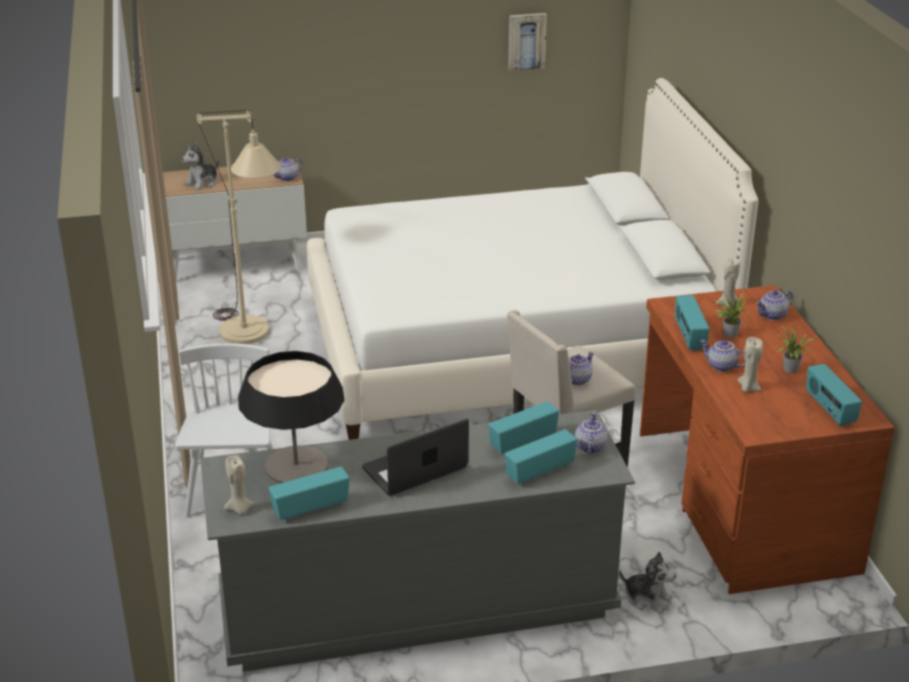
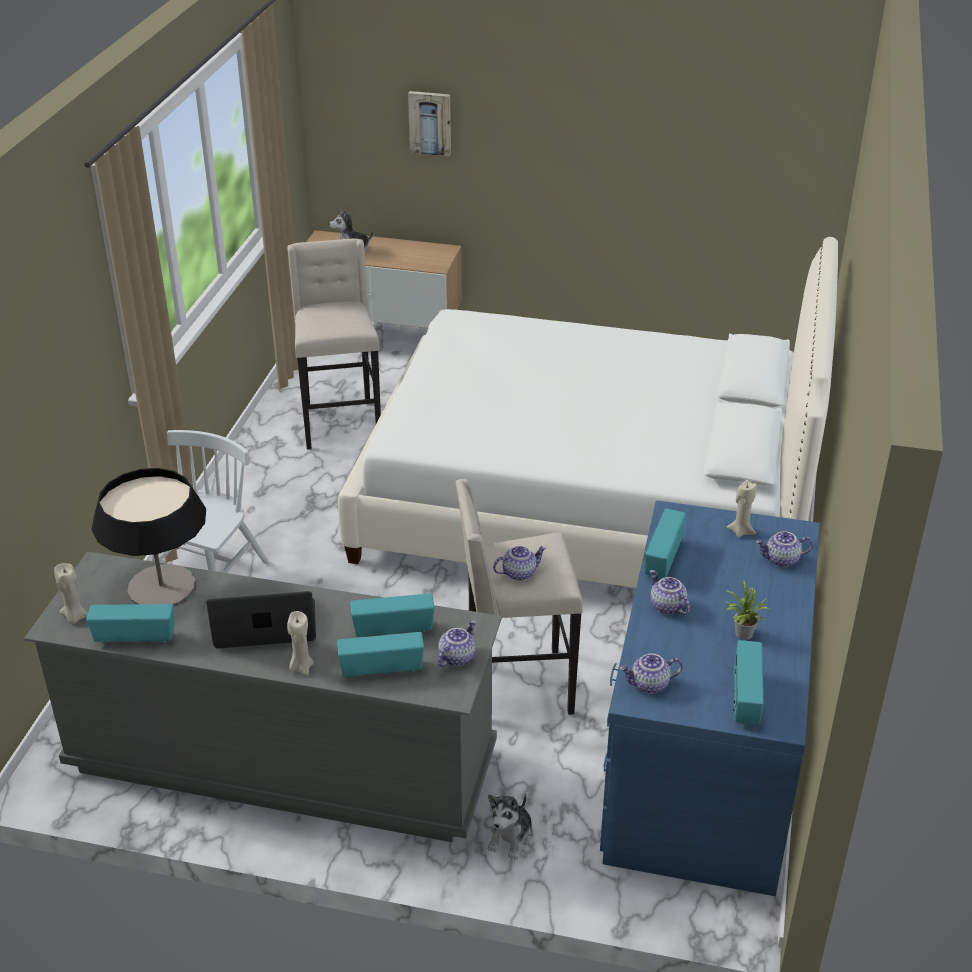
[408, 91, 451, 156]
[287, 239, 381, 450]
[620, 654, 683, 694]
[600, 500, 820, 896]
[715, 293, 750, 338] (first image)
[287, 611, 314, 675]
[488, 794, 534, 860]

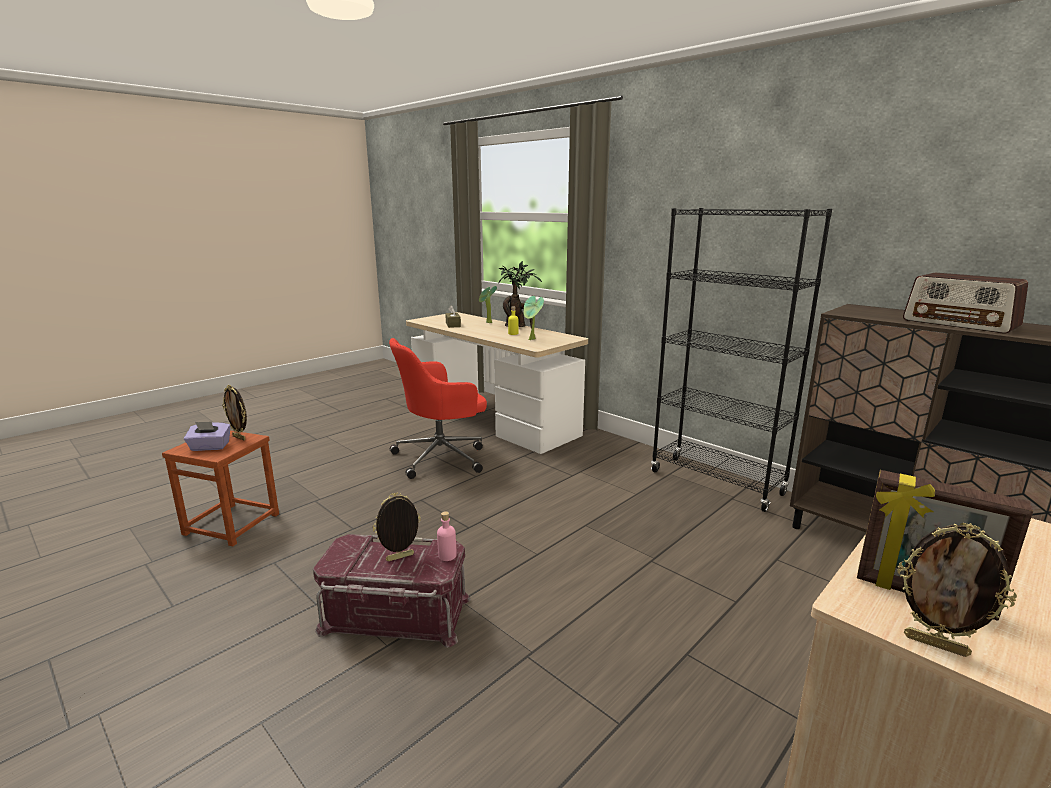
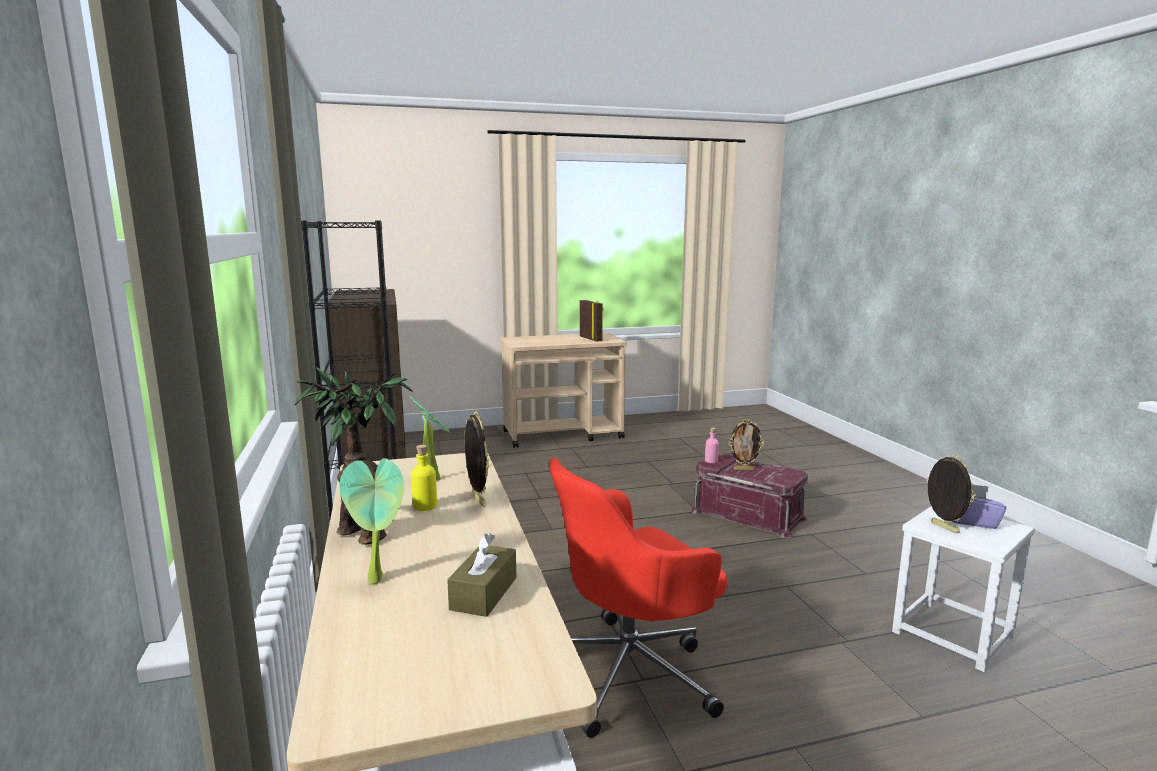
[903, 273, 1028, 334] (first image)
[549, 458, 727, 738]
[892, 506, 1035, 672]
[465, 411, 489, 507]

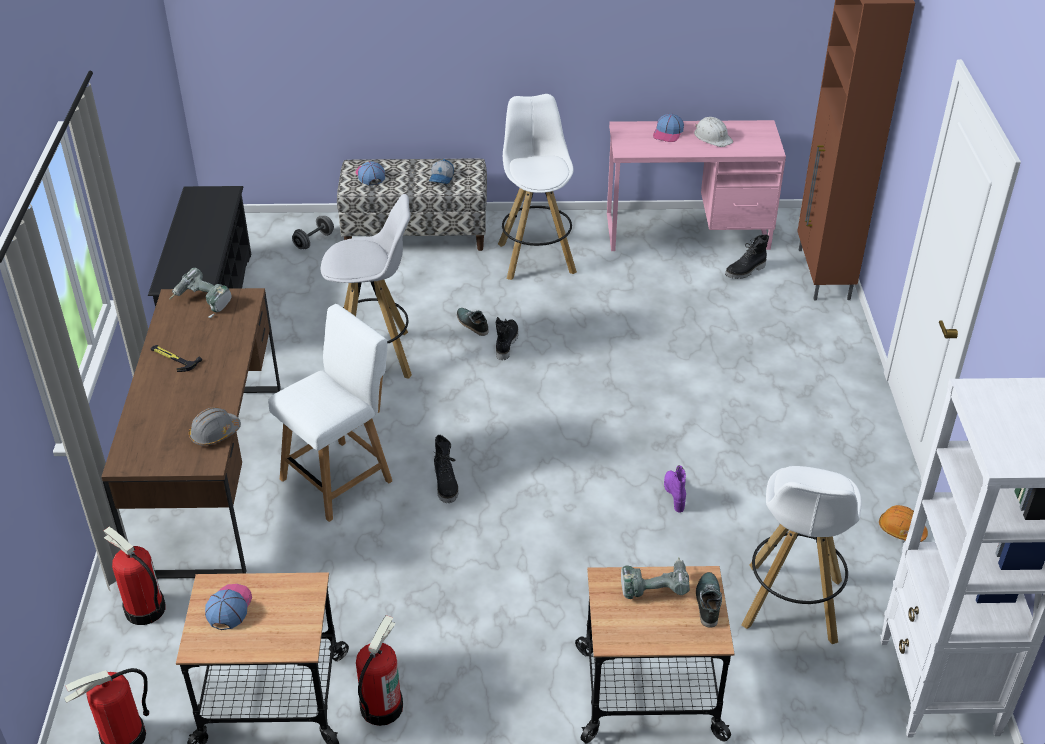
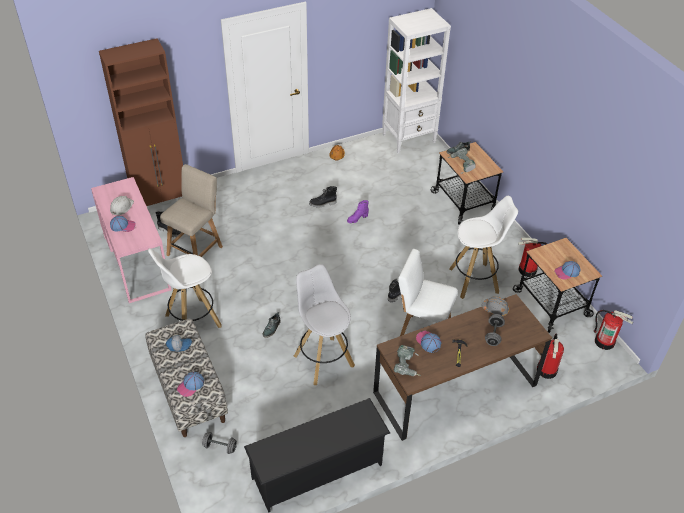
[309, 186, 337, 208]
[449, 196, 518, 299]
[160, 164, 223, 257]
[485, 314, 505, 346]
[416, 331, 441, 353]

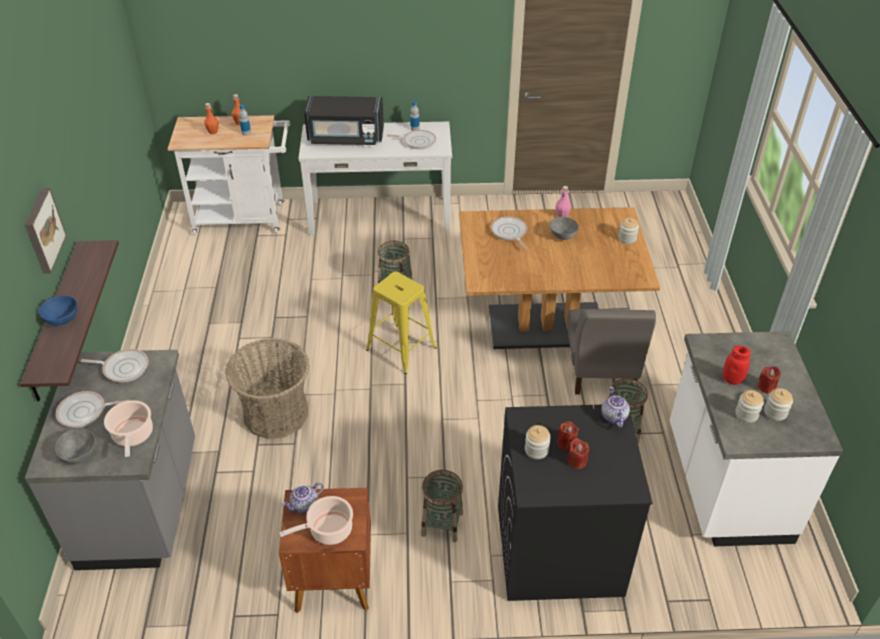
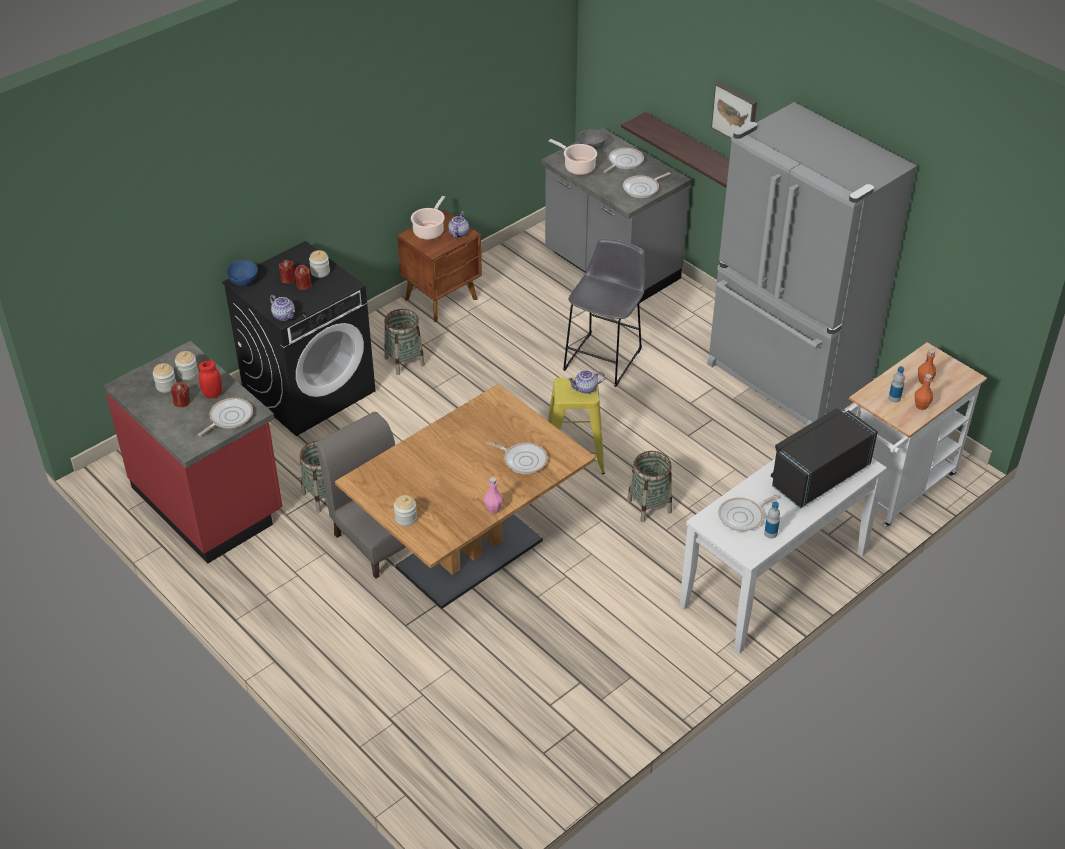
[549, 216, 579, 240] (first image)
[226, 260, 258, 286]
[103, 341, 282, 564]
[563, 238, 646, 387]
[707, 102, 917, 426]
[567, 370, 605, 394]
[198, 398, 253, 436]

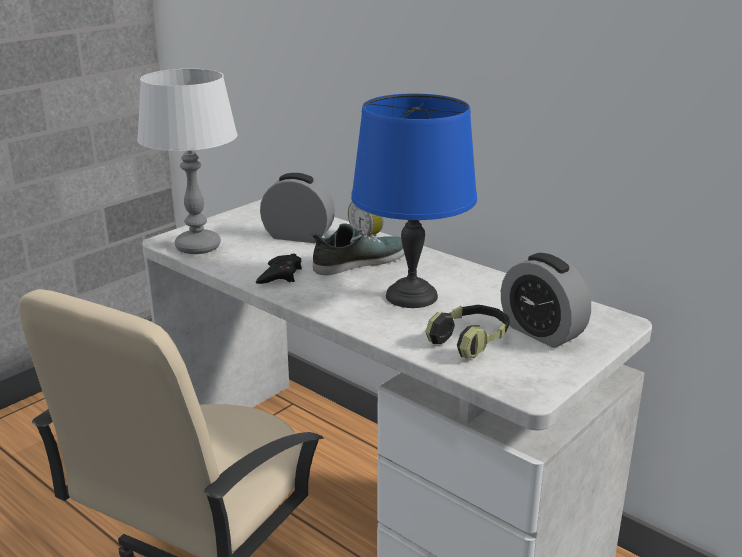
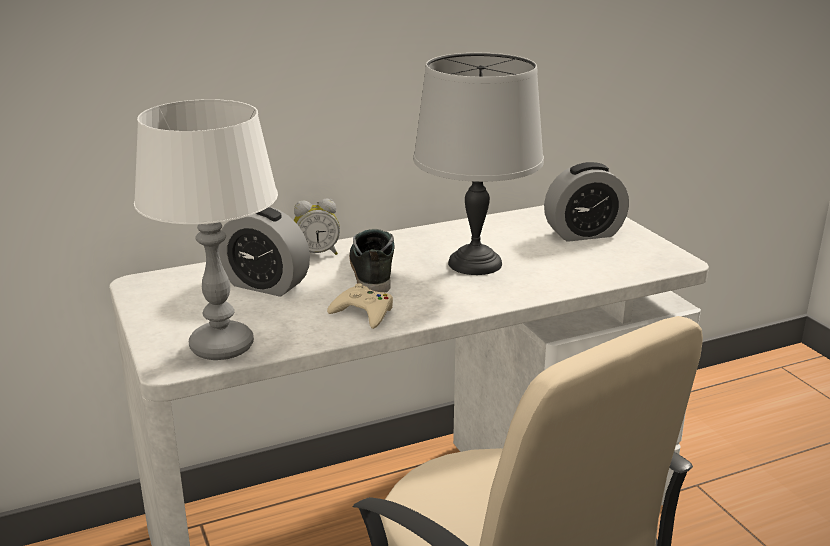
[413, 53, 544, 275]
[219, 207, 310, 297]
[327, 283, 393, 329]
[426, 305, 510, 358] (first image)

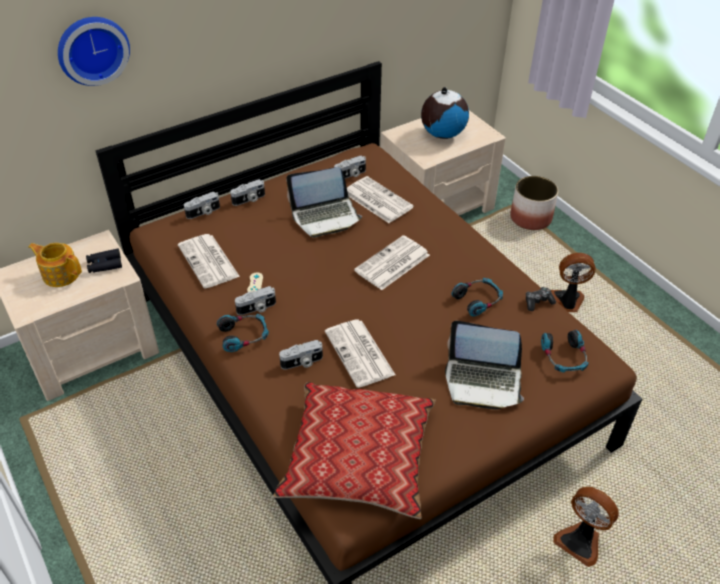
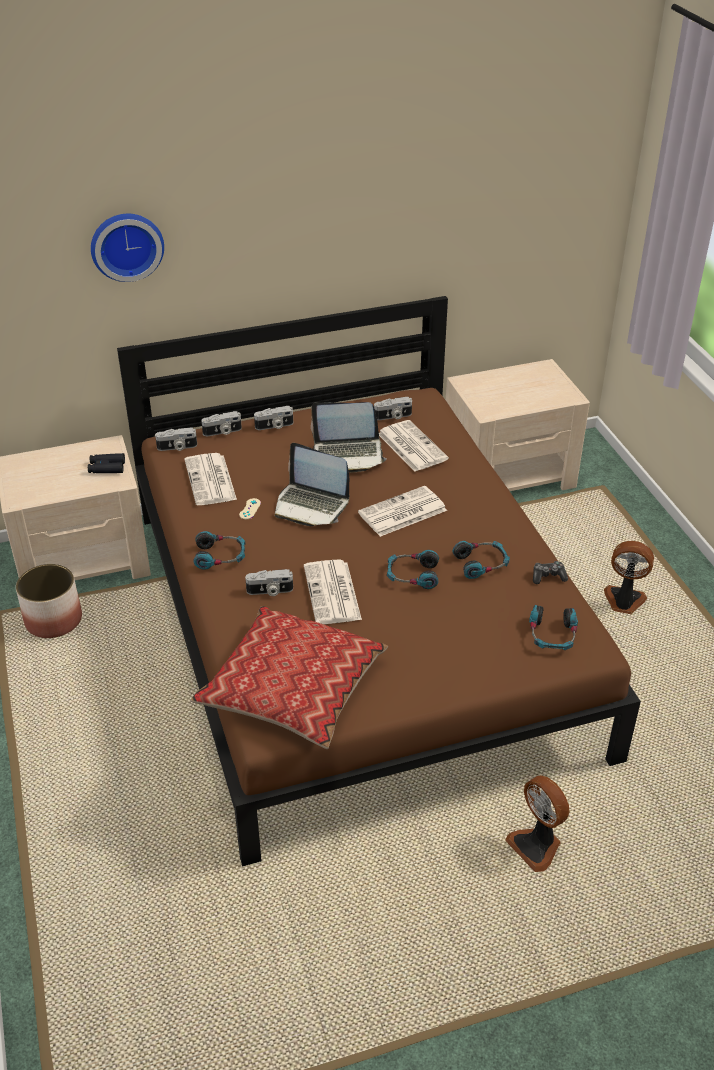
[421, 87, 469, 139] (first image)
[16, 564, 82, 638]
[28, 243, 82, 287] (first image)
[155, 428, 197, 451]
[275, 443, 349, 526]
[387, 550, 439, 589]

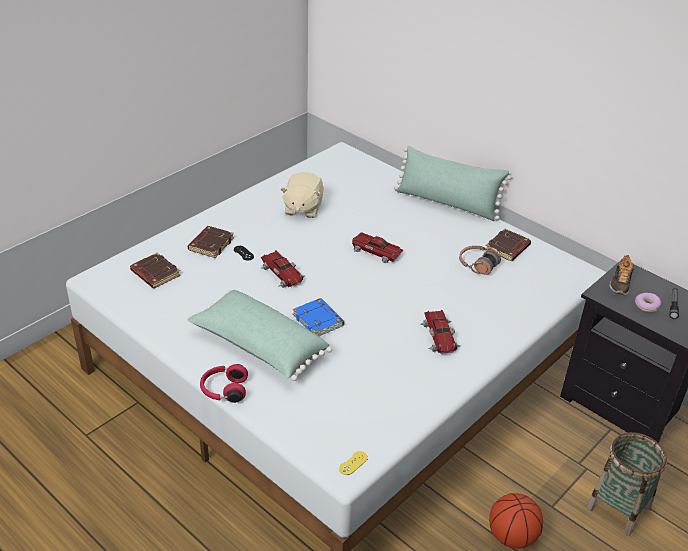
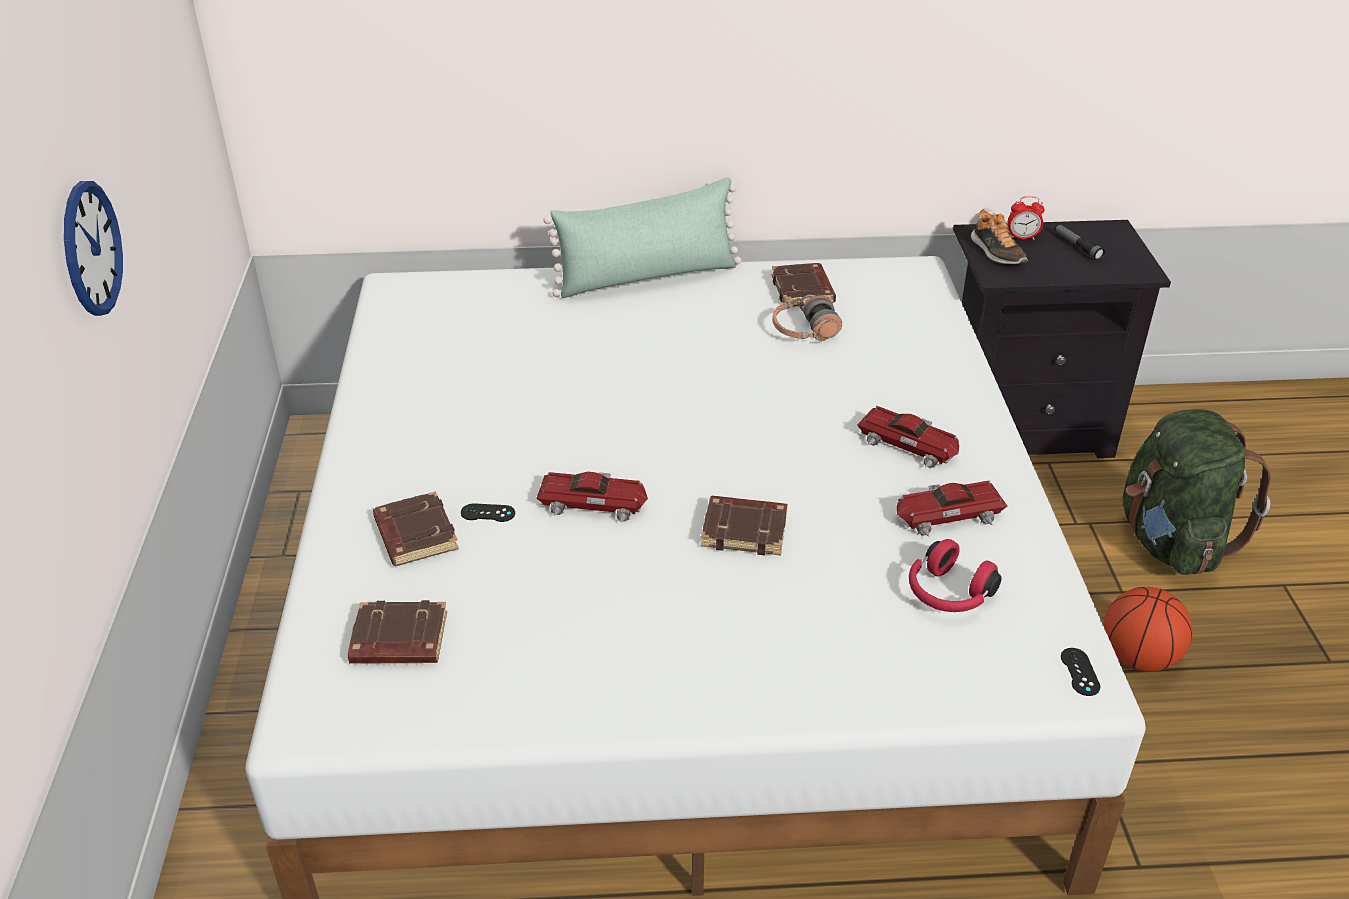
[280, 172, 324, 218] (first image)
[896, 481, 1007, 537]
[188, 290, 332, 381] (first image)
[635, 293, 661, 312] (first image)
[701, 496, 788, 556]
[909, 539, 1002, 612]
[1123, 409, 1271, 575]
[1061, 648, 1100, 696]
[64, 181, 123, 316]
[1008, 196, 1045, 240]

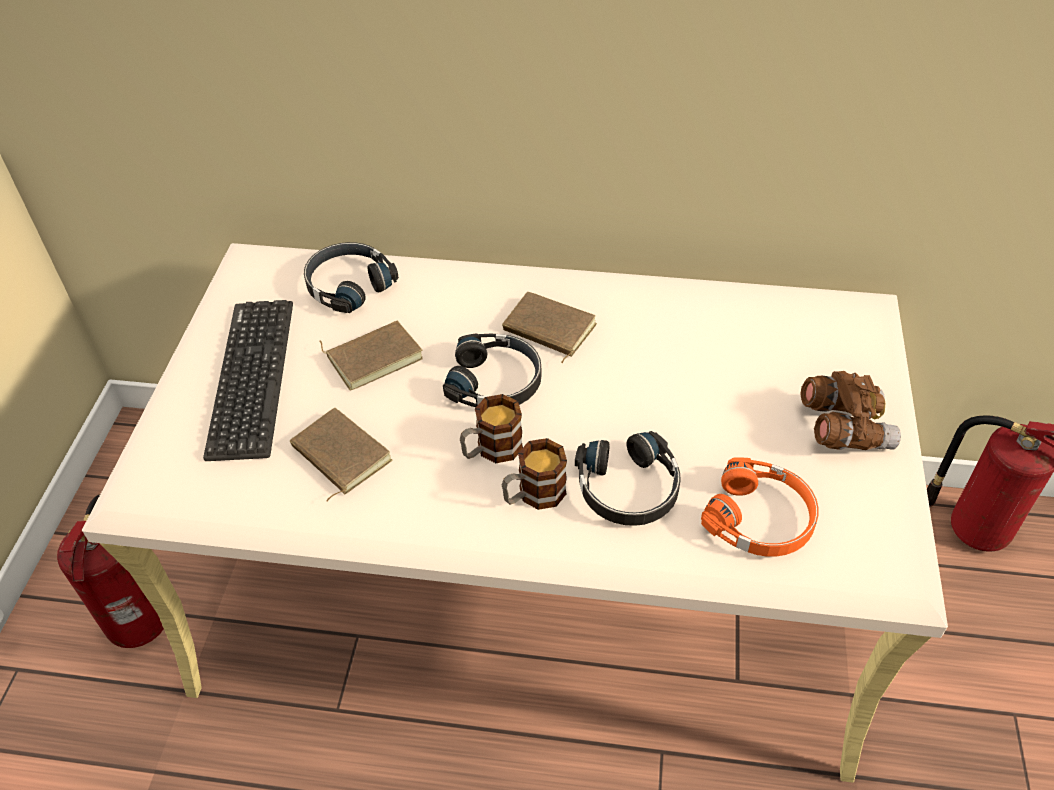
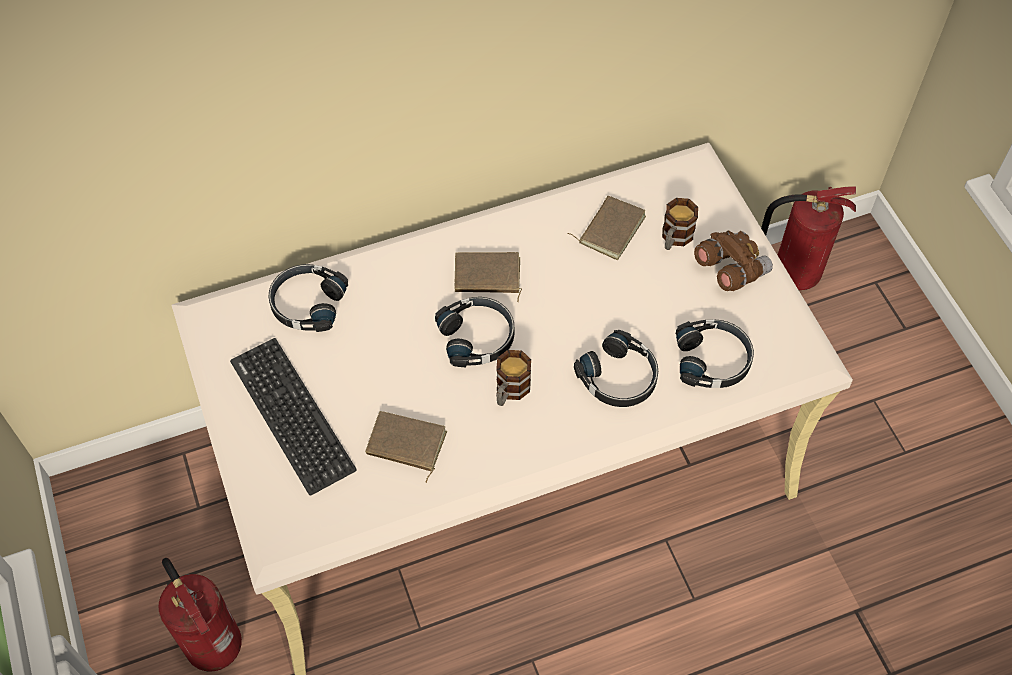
[567, 196, 646, 260]
[662, 198, 698, 250]
[676, 320, 754, 388]

